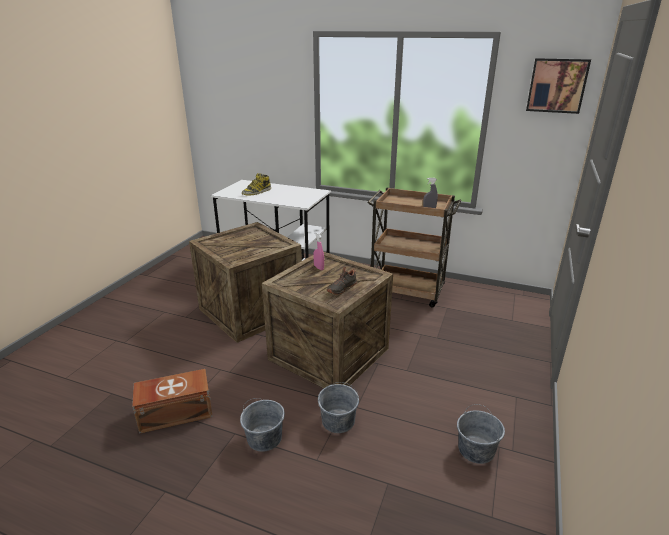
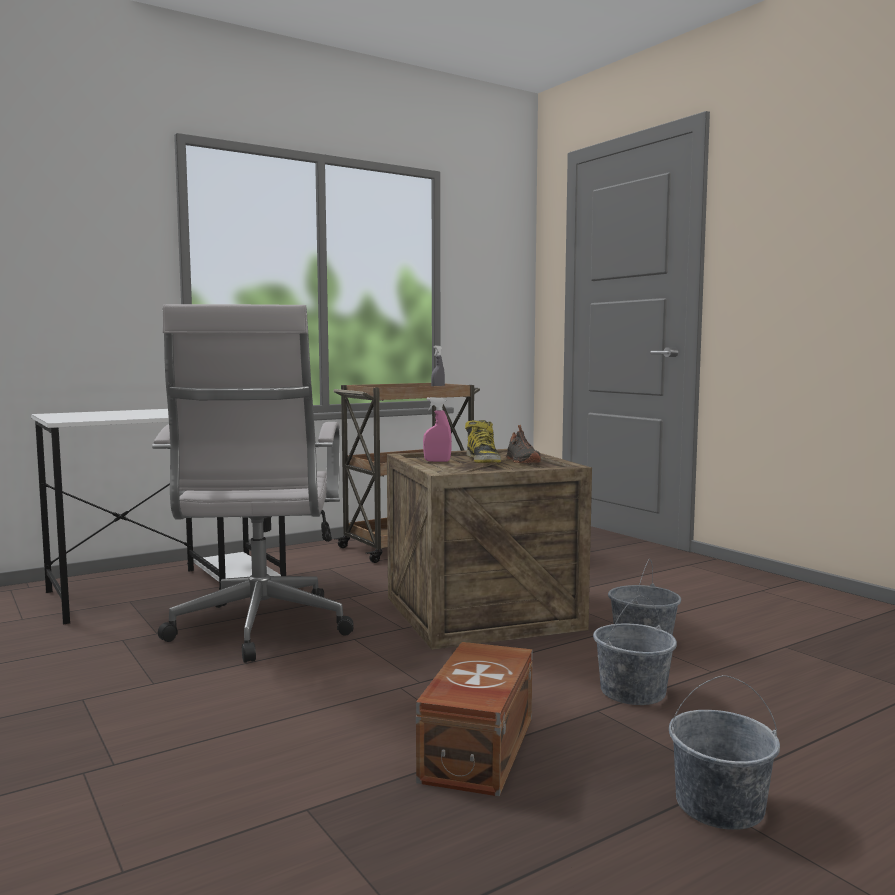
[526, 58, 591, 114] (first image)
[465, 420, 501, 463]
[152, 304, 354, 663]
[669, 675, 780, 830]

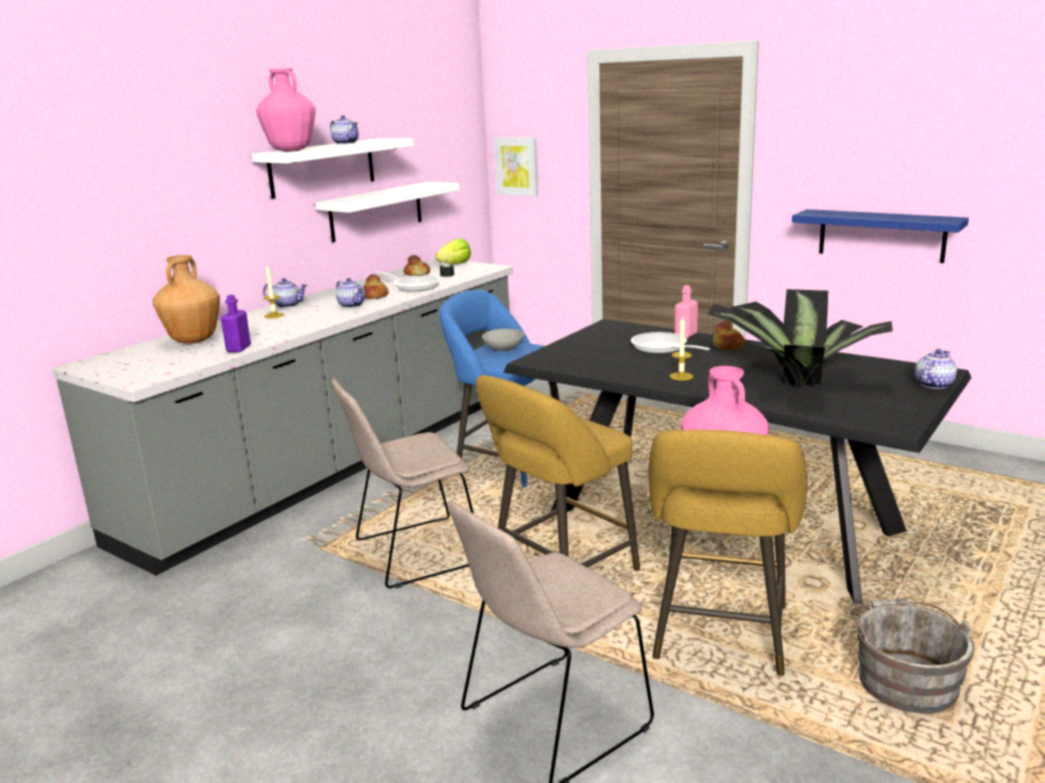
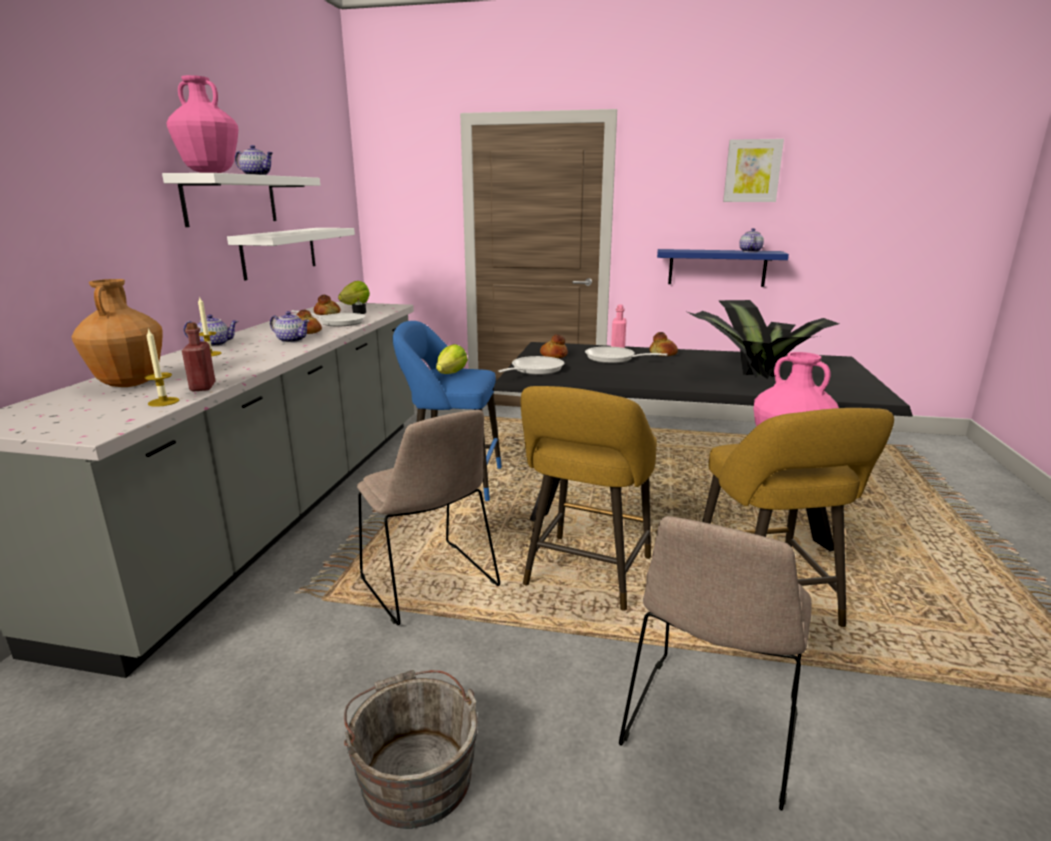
[723, 139, 784, 202]
[182, 323, 215, 391]
[145, 328, 179, 407]
[436, 344, 468, 374]
[739, 228, 764, 252]
[357, 410, 500, 625]
[344, 670, 478, 829]
[540, 334, 568, 358]
[498, 356, 564, 375]

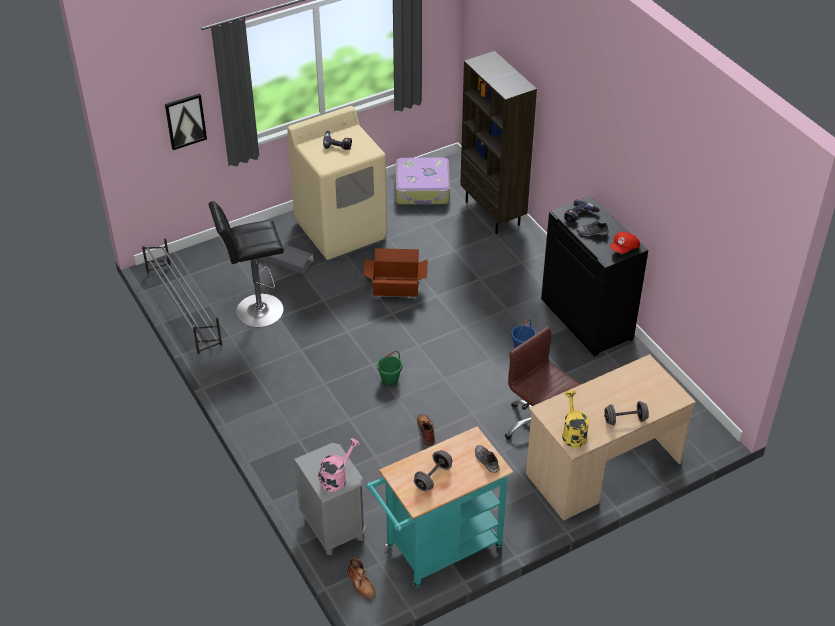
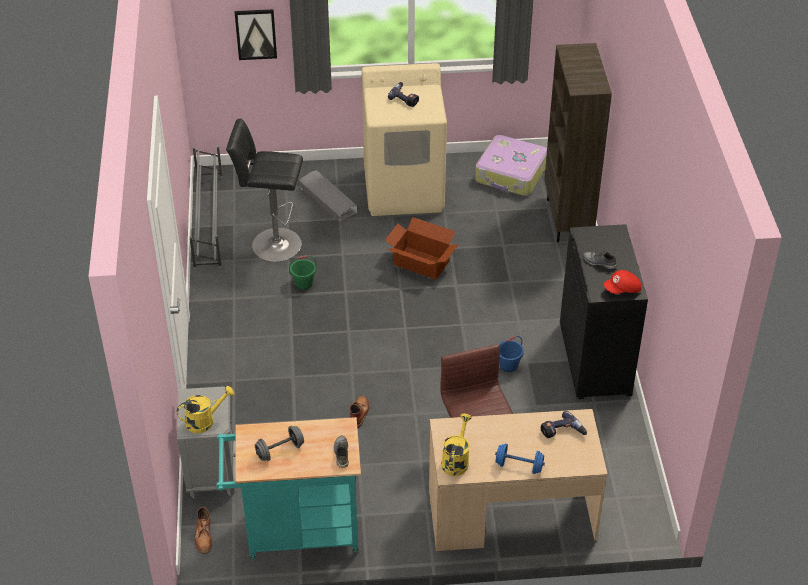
[541, 411, 587, 438]
[289, 255, 317, 290]
[495, 444, 545, 474]
[177, 386, 234, 433]

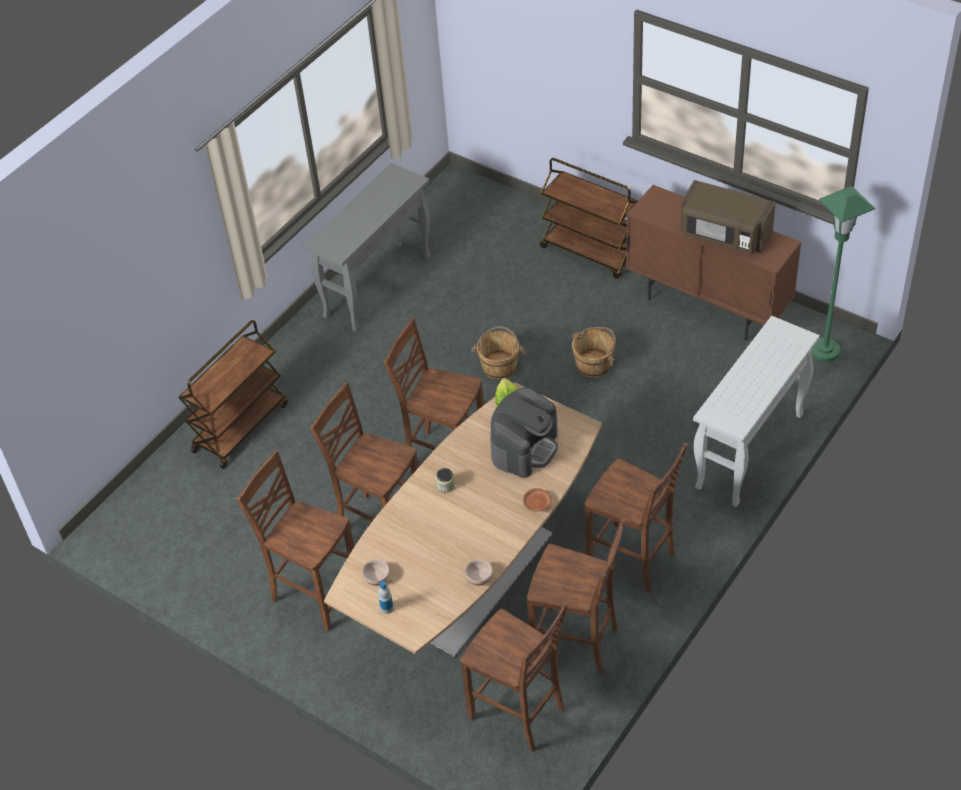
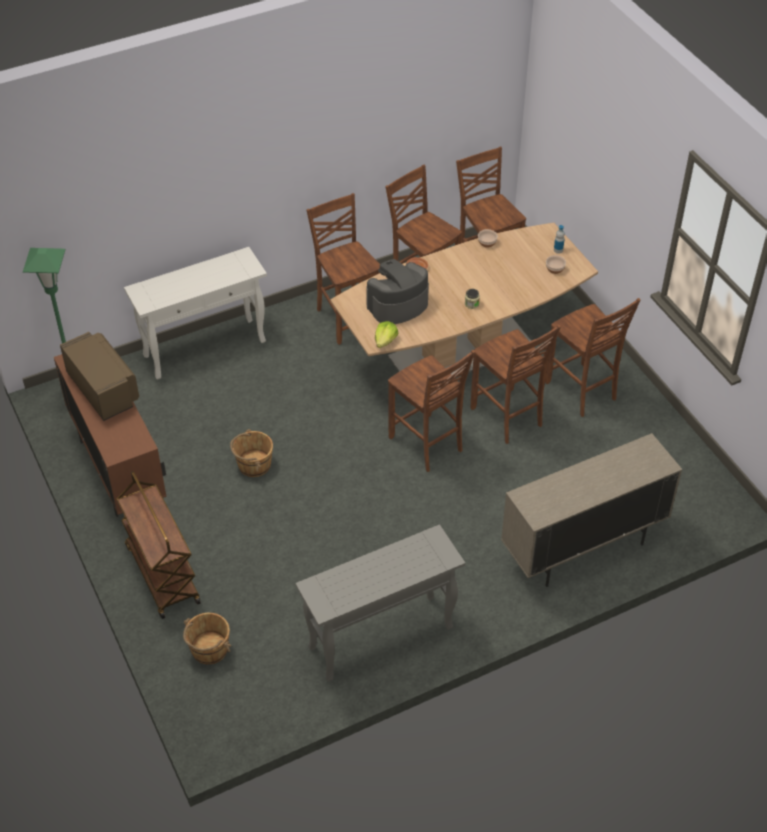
[501, 433, 682, 587]
[183, 613, 231, 664]

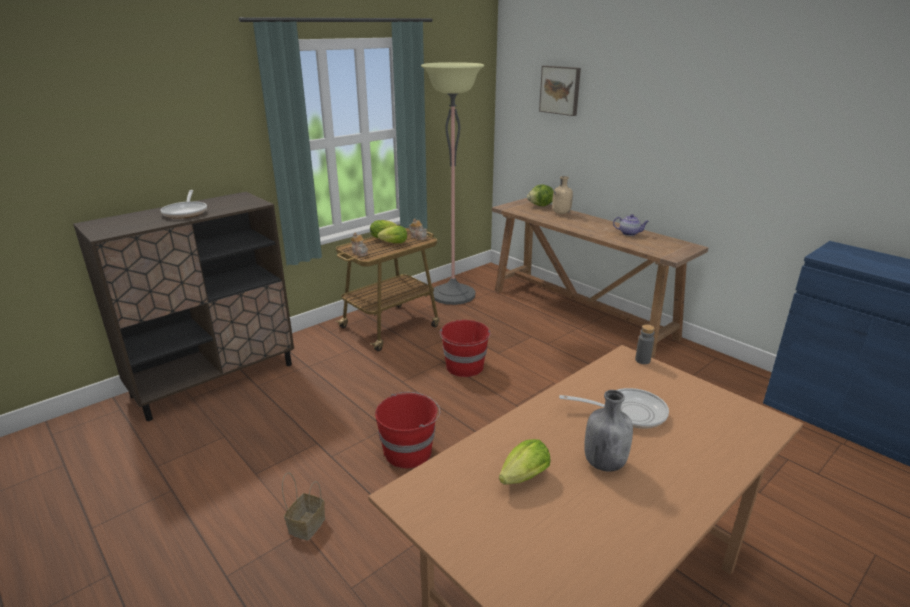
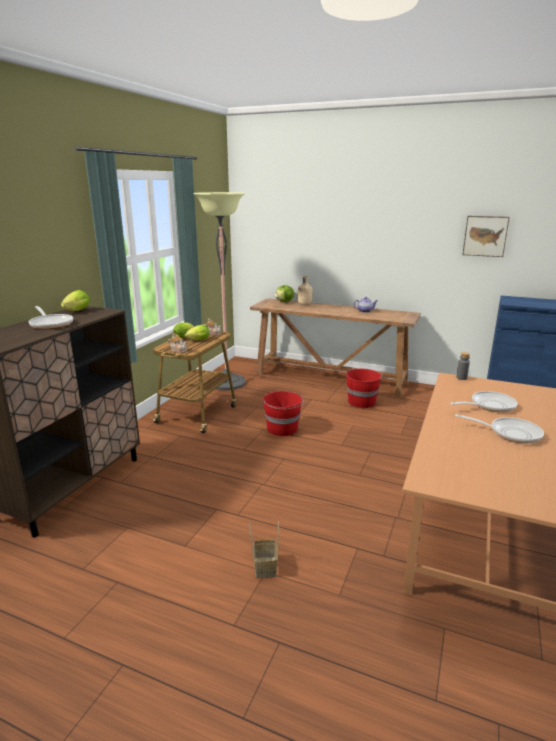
[462, 216, 510, 257]
[455, 414, 544, 444]
[346, 368, 383, 408]
[61, 290, 90, 311]

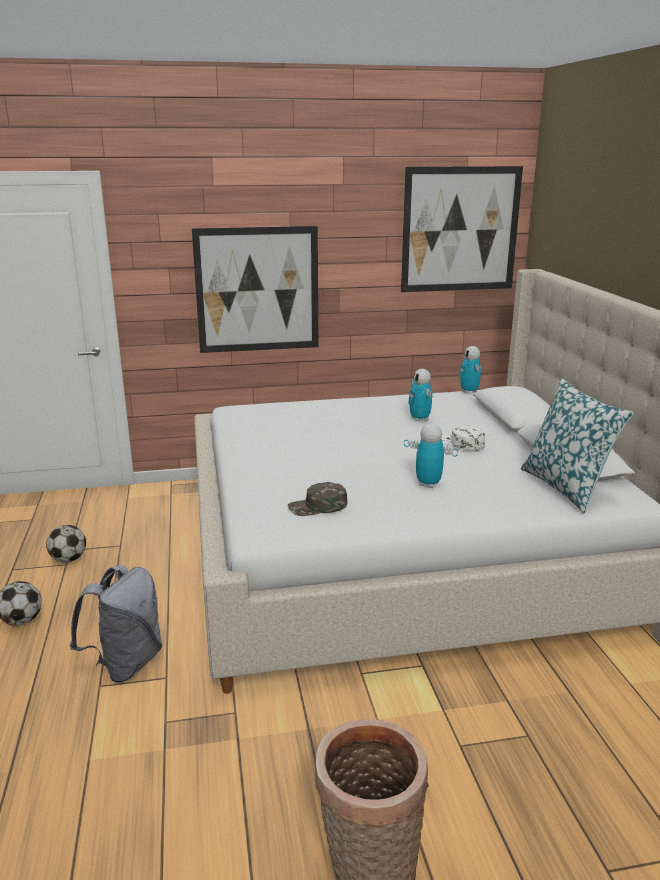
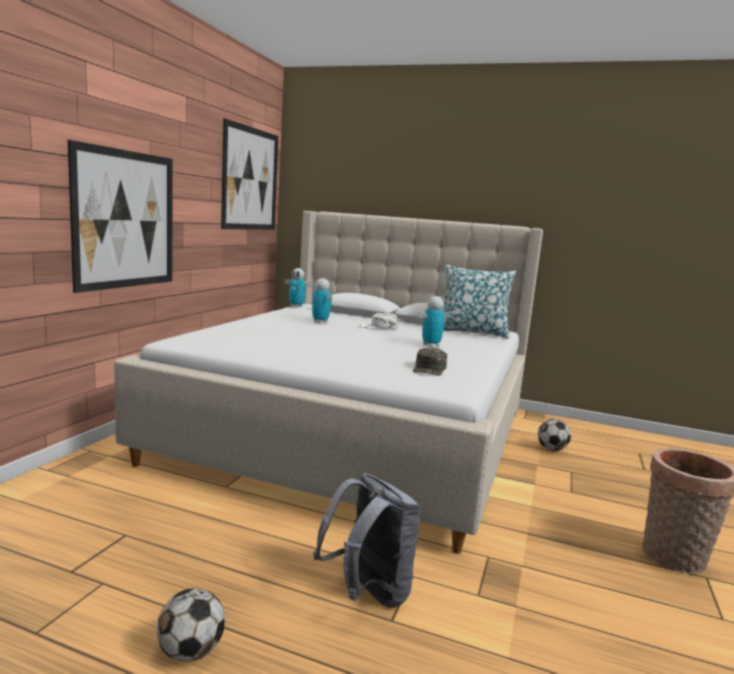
[312, 278, 332, 323]
[538, 419, 571, 451]

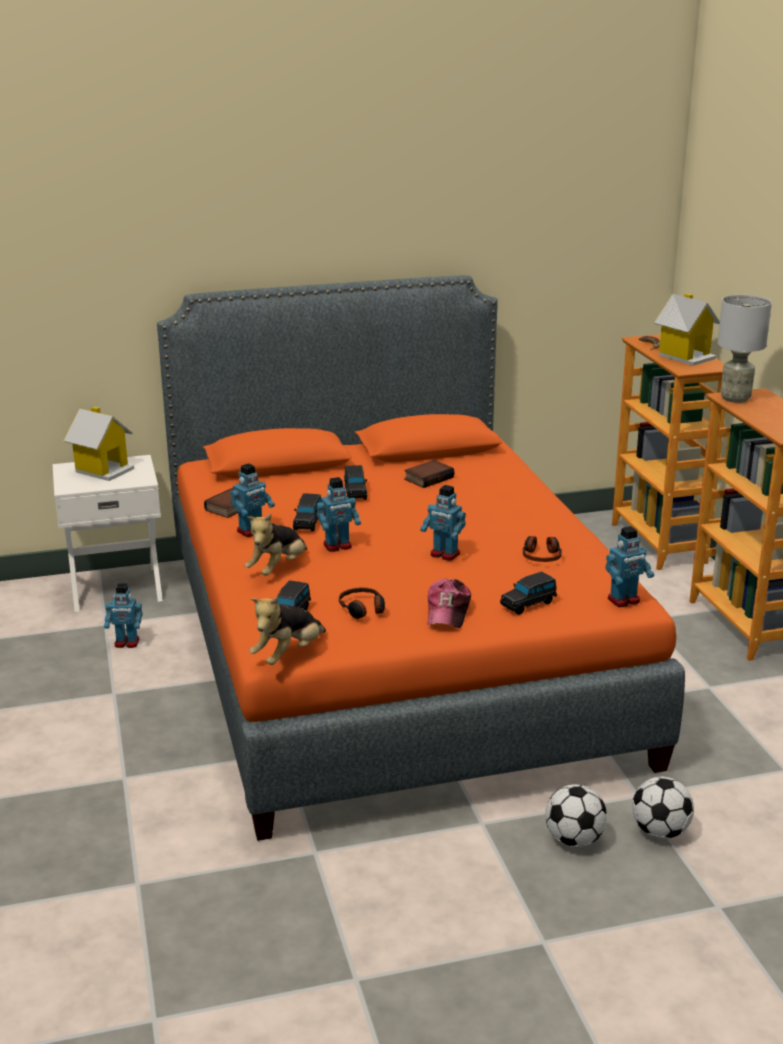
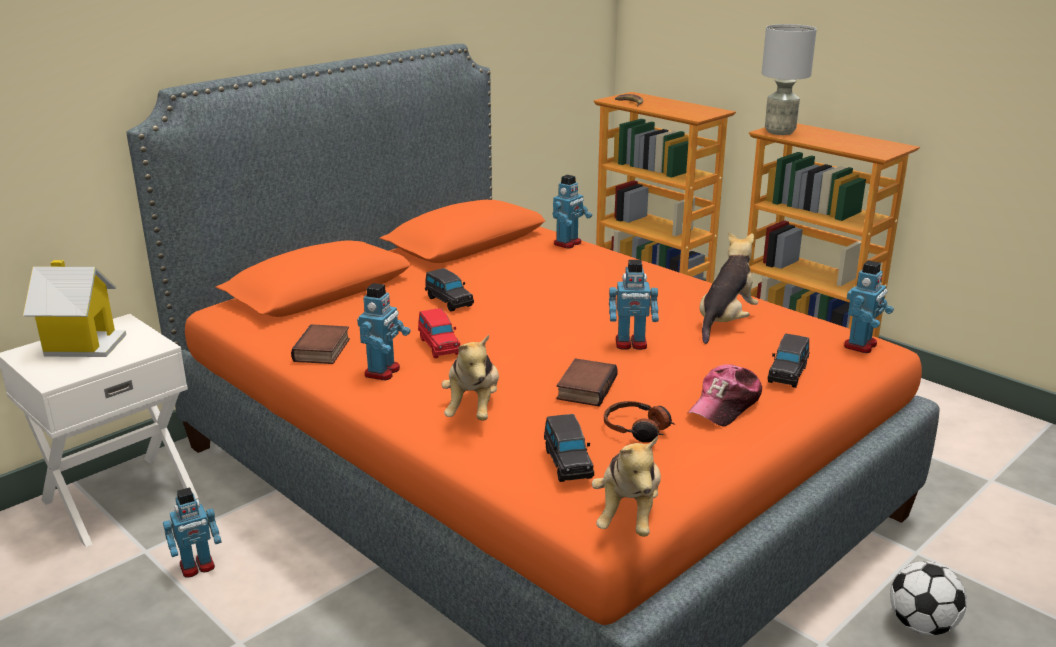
[654, 294, 720, 366] (first image)
[556, 358, 618, 407]
[553, 175, 592, 249]
[418, 308, 460, 358]
[700, 232, 758, 344]
[687, 364, 762, 427]
[632, 777, 694, 839] (first image)

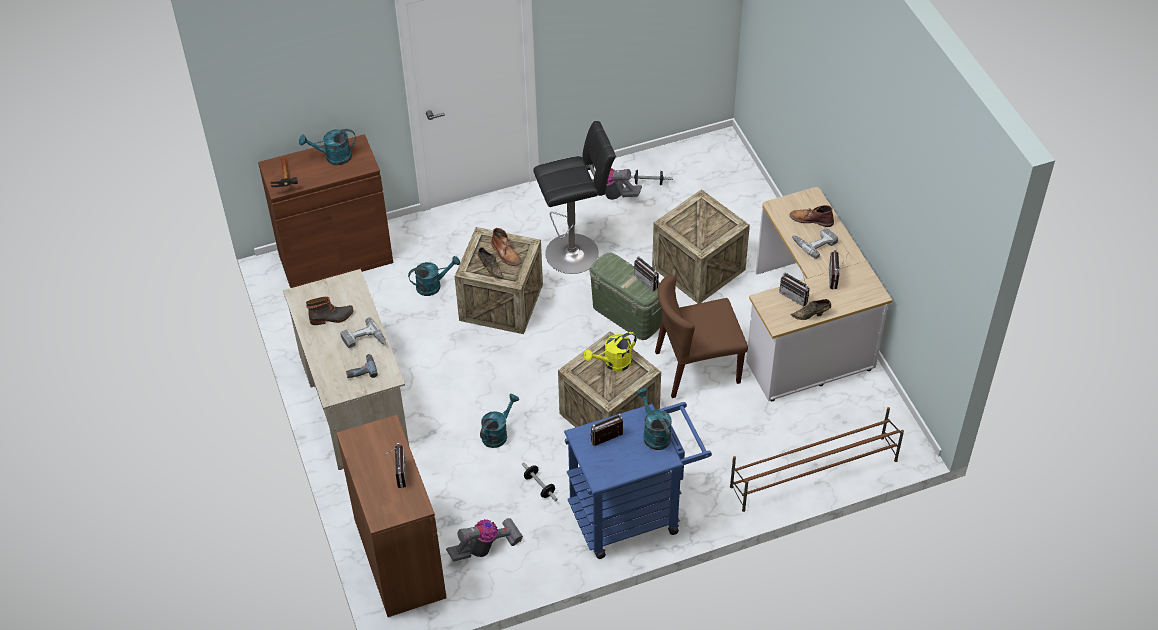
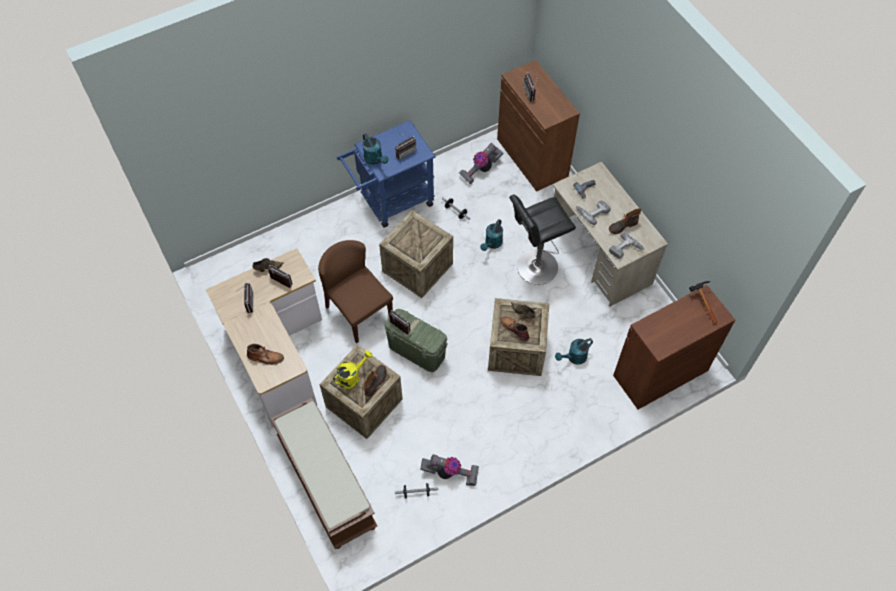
[509, 194, 576, 285]
[299, 129, 356, 165] (first image)
[609, 232, 644, 259]
[318, 240, 393, 343]
[333, 350, 373, 389]
[730, 407, 904, 512] (first image)
[364, 365, 387, 397]
[270, 397, 377, 549]

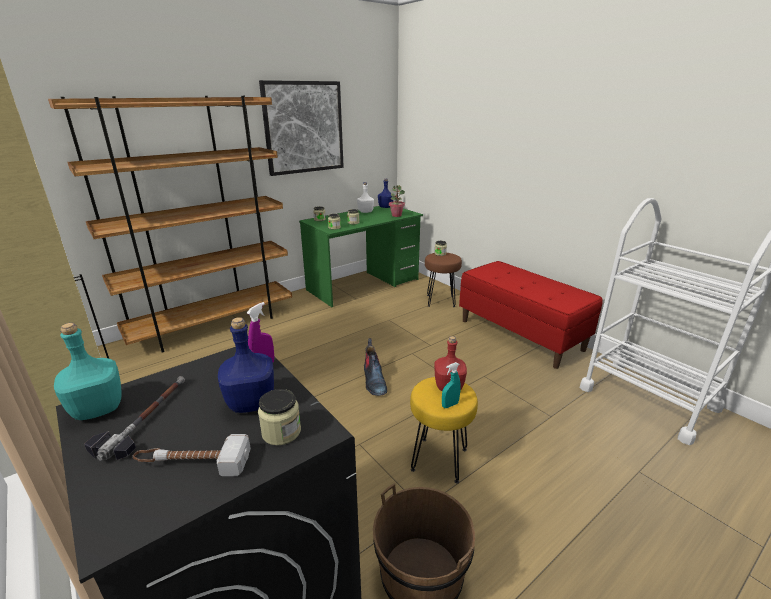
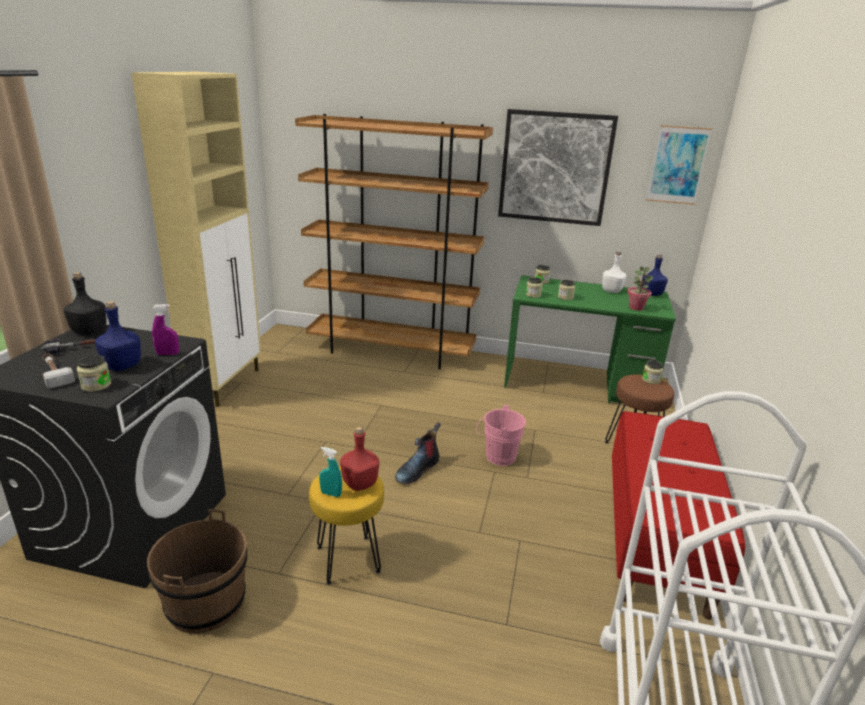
[64, 272, 107, 335]
[646, 125, 712, 205]
[476, 405, 526, 466]

